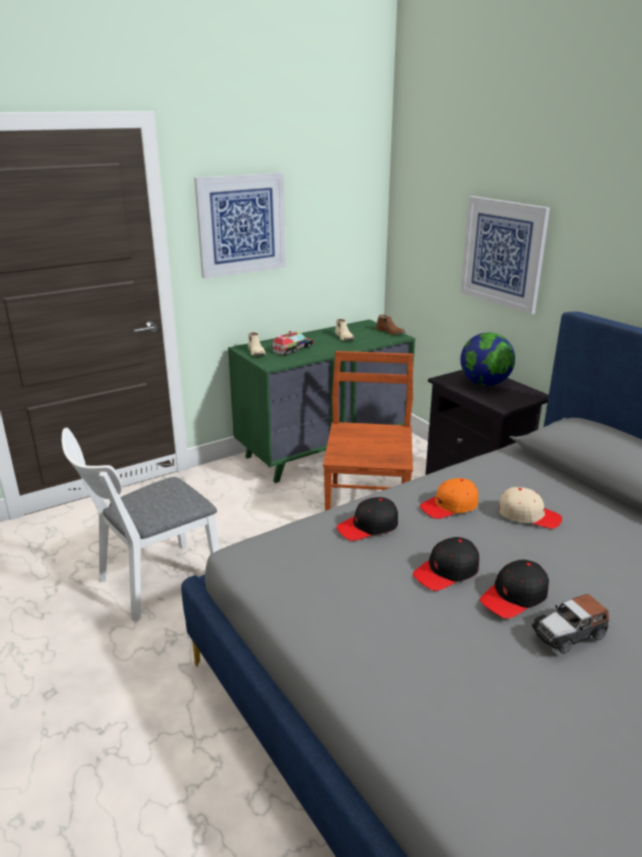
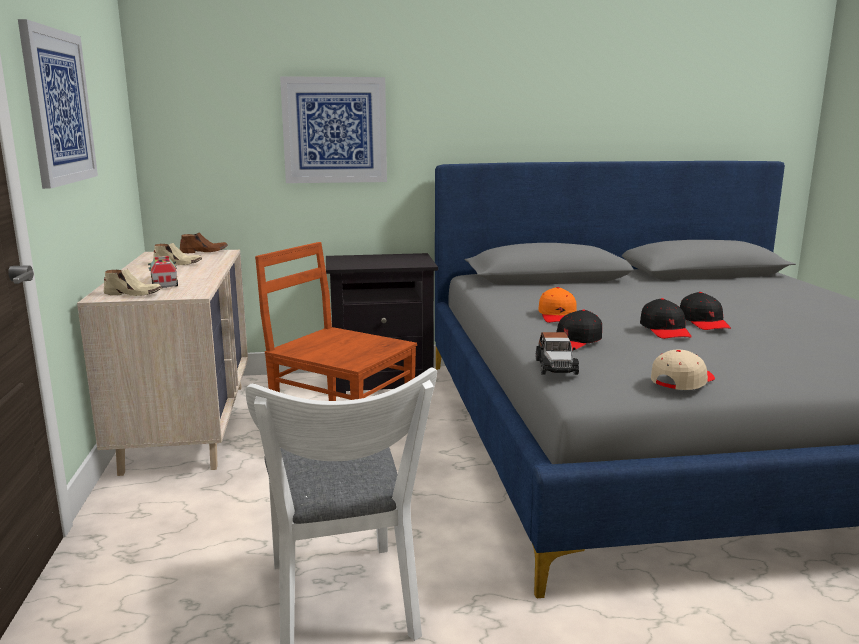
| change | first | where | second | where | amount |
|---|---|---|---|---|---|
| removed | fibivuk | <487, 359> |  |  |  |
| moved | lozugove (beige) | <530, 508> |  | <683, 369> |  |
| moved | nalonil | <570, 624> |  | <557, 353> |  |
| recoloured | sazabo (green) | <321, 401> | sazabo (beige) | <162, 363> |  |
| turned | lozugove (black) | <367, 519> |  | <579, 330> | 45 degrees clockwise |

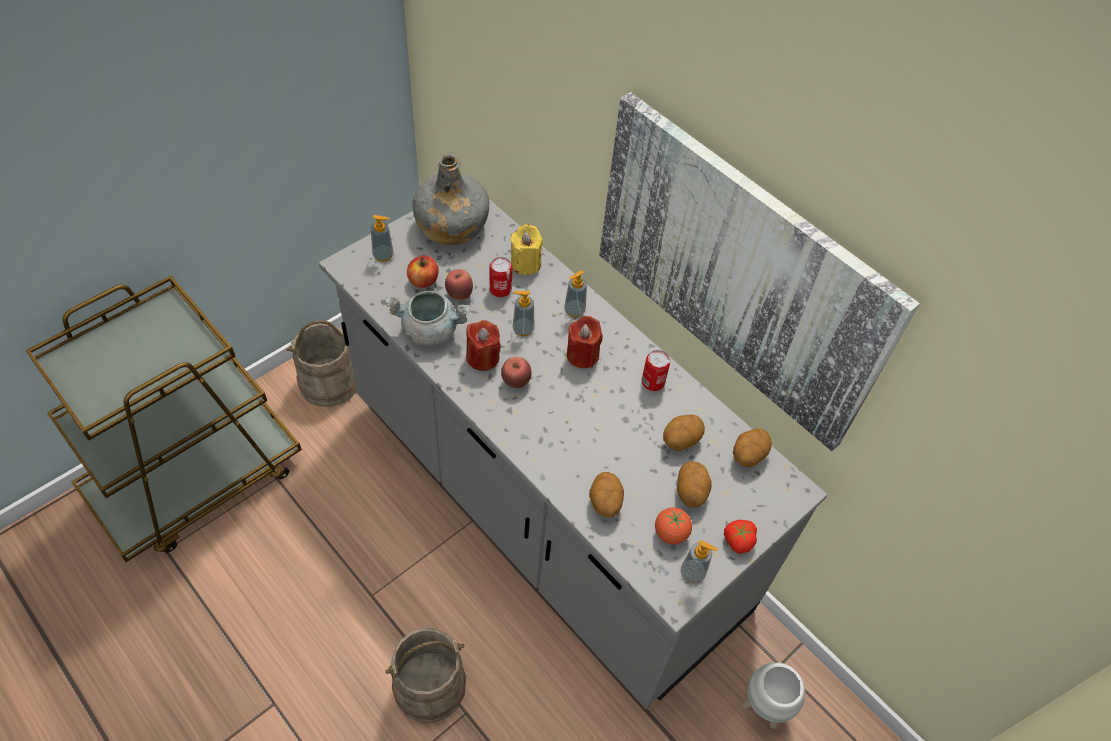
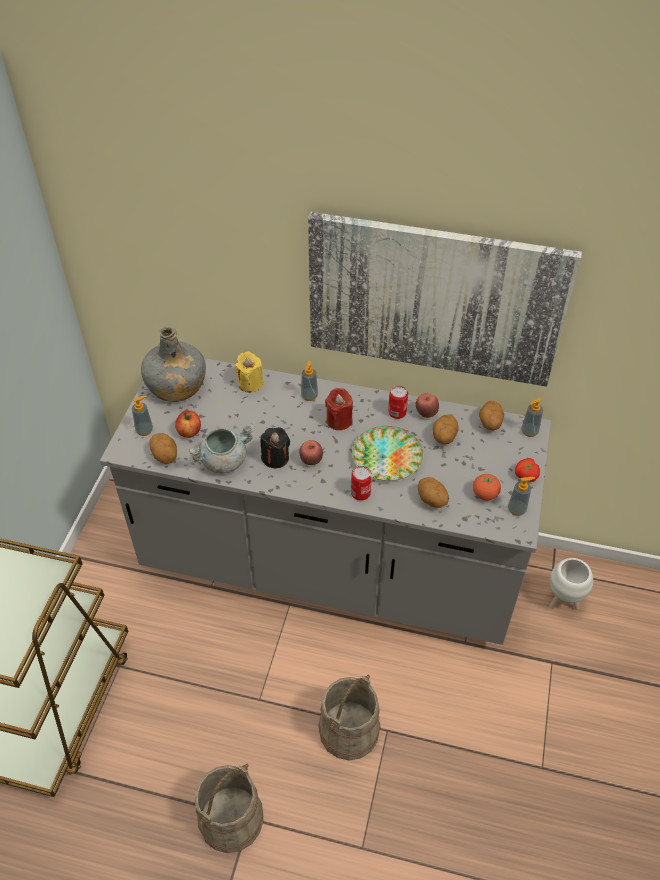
| change | first | where | second | where | amount |
|---|---|---|---|---|---|
| added |  |  | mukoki | <387, 453> |  |
| moved | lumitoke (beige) | <321, 363> |  | <229, 808> |  |
| moved | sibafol | <459, 284> |  | <427, 405> |  |
| moved | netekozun | <500, 277> |  | <361, 483> |  |
| moved | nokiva | <523, 313> |  | <532, 417> |  |
| moved | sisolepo | <694, 484> |  | <163, 448> |  |
| recoloured | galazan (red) | <483, 345> | galazan (black) | <275, 447> |  |

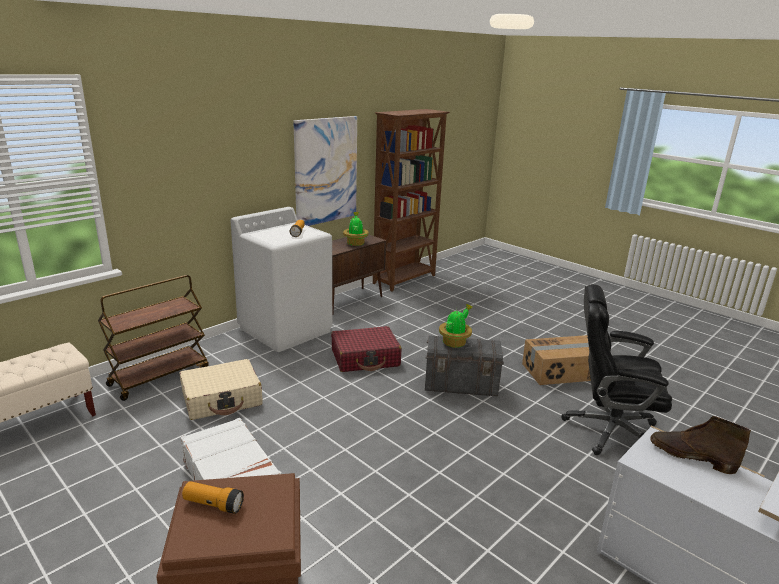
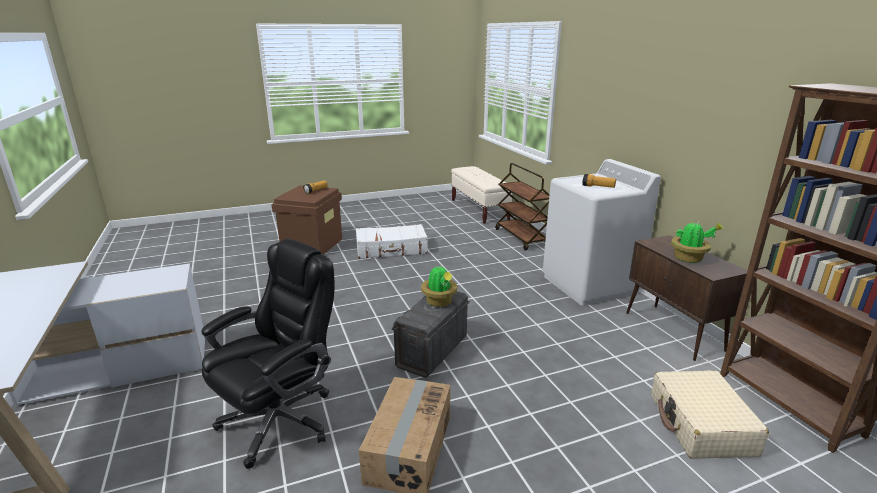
| change | first | where | second | where | amount |
|---|---|---|---|---|---|
| removed | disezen | <325, 171> |  |  |  |
| removed | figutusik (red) | <366, 349> |  |  |  |
| removed | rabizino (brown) | <700, 445> |  |  |  |
| moved | figutusik (beige) | <221, 389> |  | <710, 414> |  |

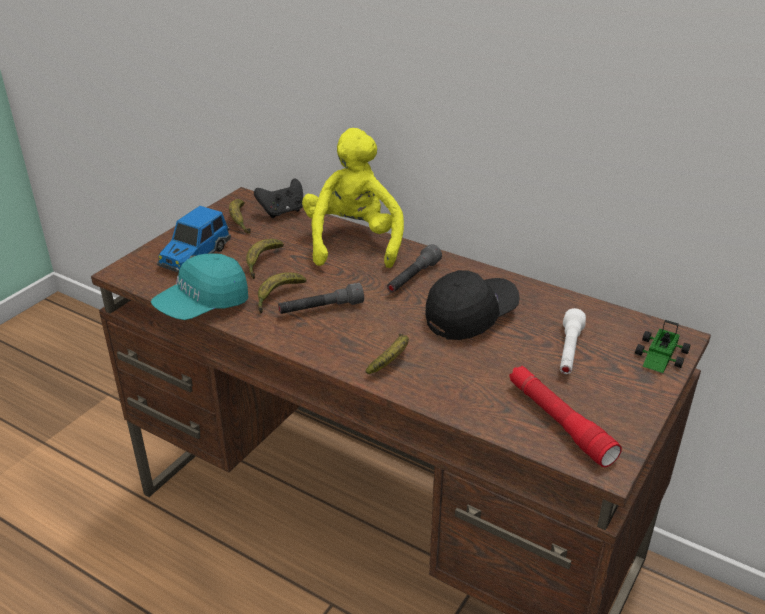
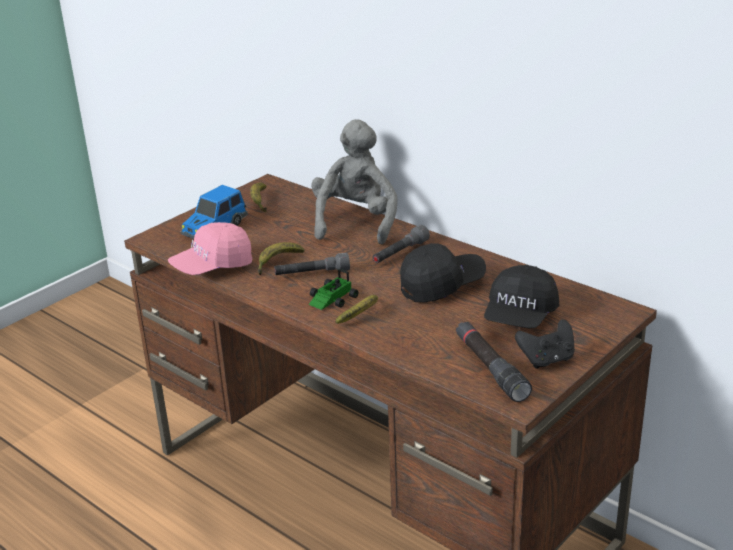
| change | first | where | second | where | amount |
|---|---|---|---|---|---|
| removed | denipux | <265, 259> |  |  |  |
| moved | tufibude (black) | <278, 198> |  | <544, 344> |  |
| moved | nalonil | <663, 346> |  | <334, 289> |  |
| replaced | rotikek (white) | <573, 341> | lozugove (black) | <521, 296> |  |
| recoloured | lozugove (turquoise) | <199, 286> | lozugove (pink) | <210, 248> |  |
| recoloured | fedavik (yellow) | <353, 198> | fedavik (grey) | <354, 181> |  |
| recoloured | rotikek (red) | <565, 416> | rotikek (black) | <494, 361> |  |

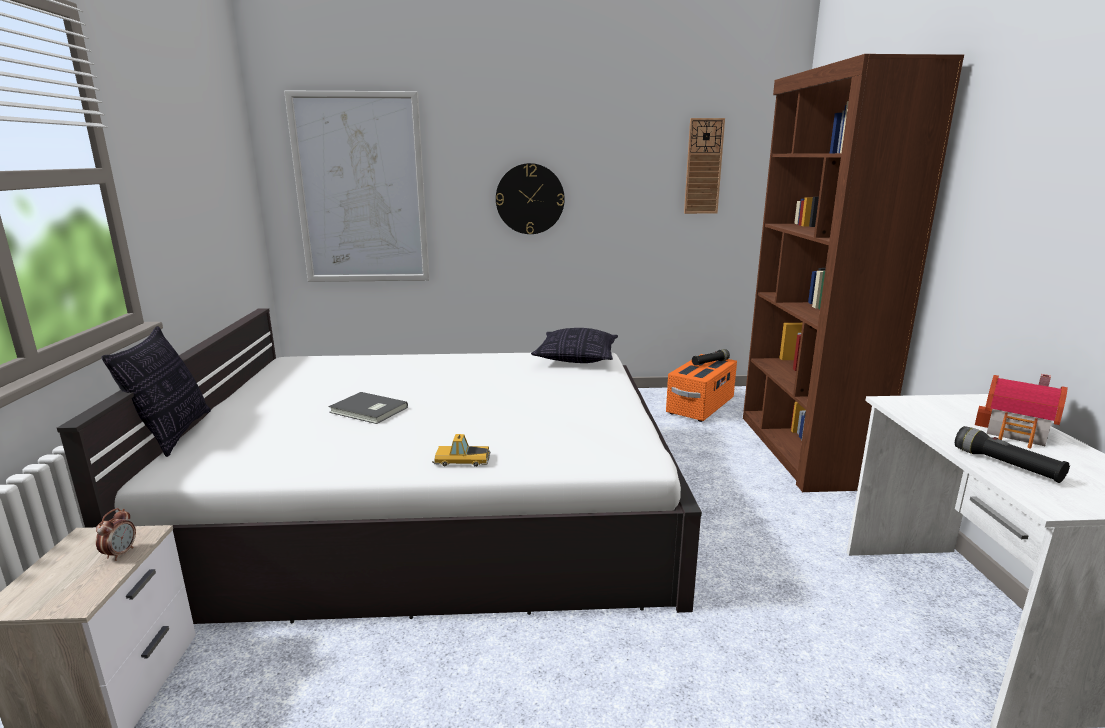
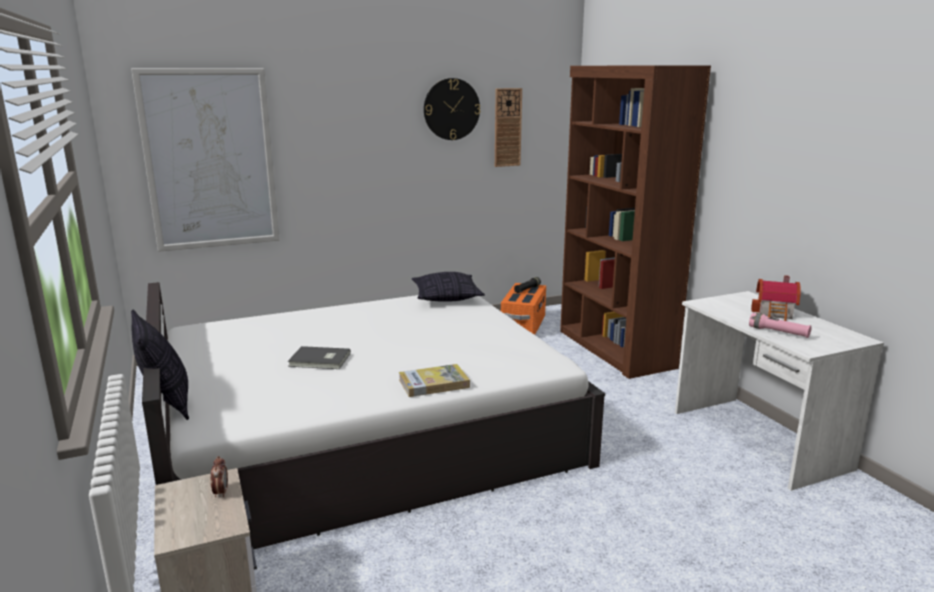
| change | first | where | second | where | amount |
|---|---|---|---|---|---|
| moved | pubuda | <530, 198> |  | <452, 109> |  |
| replaced | nalonil | <461, 450> | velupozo | <434, 380> |  |
| recoloured | rotikek (black) | <1012, 454> | rotikek (pink) | <780, 325> |  |

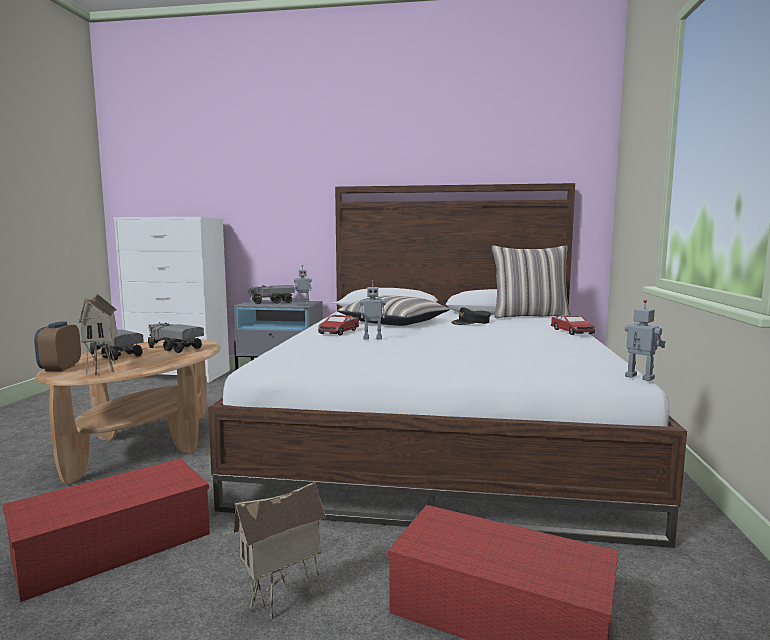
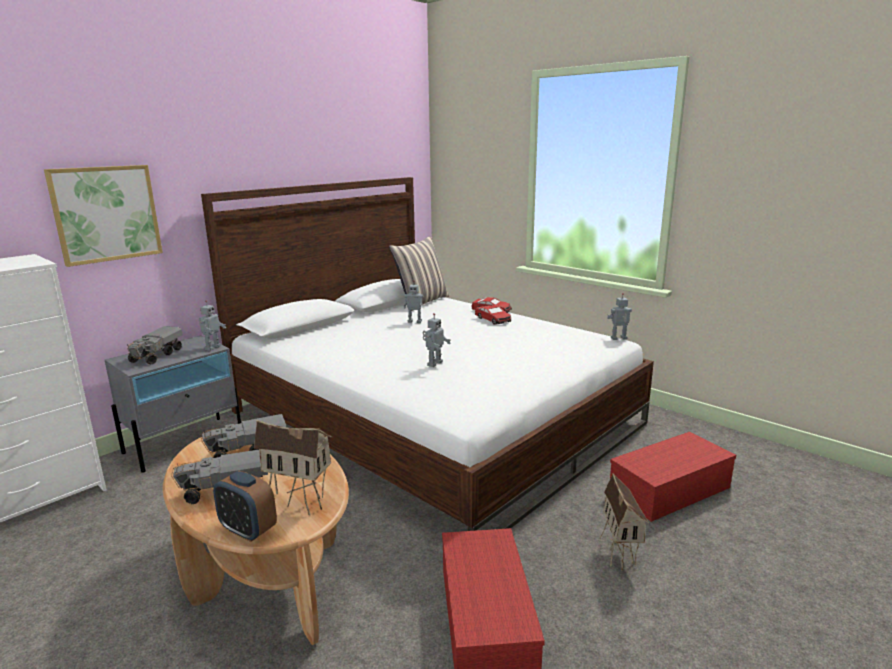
| change | first | where | second | where | amount |
|---|---|---|---|---|---|
| removed | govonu | <393, 310> |  |  |  |
| added |  |  | disezen | <103, 216> |  |
| moved | nalonil | <338, 325> |  | <493, 315> |  |
| replaced | lozugove (black) | <471, 316> | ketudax | <414, 301> |  |

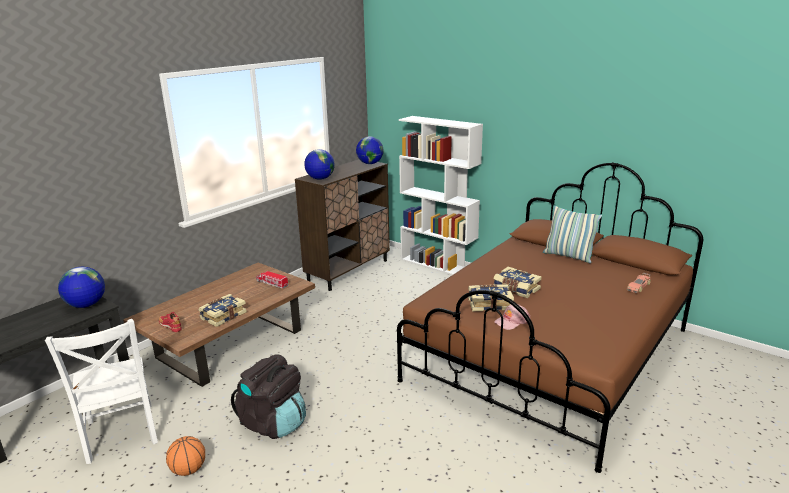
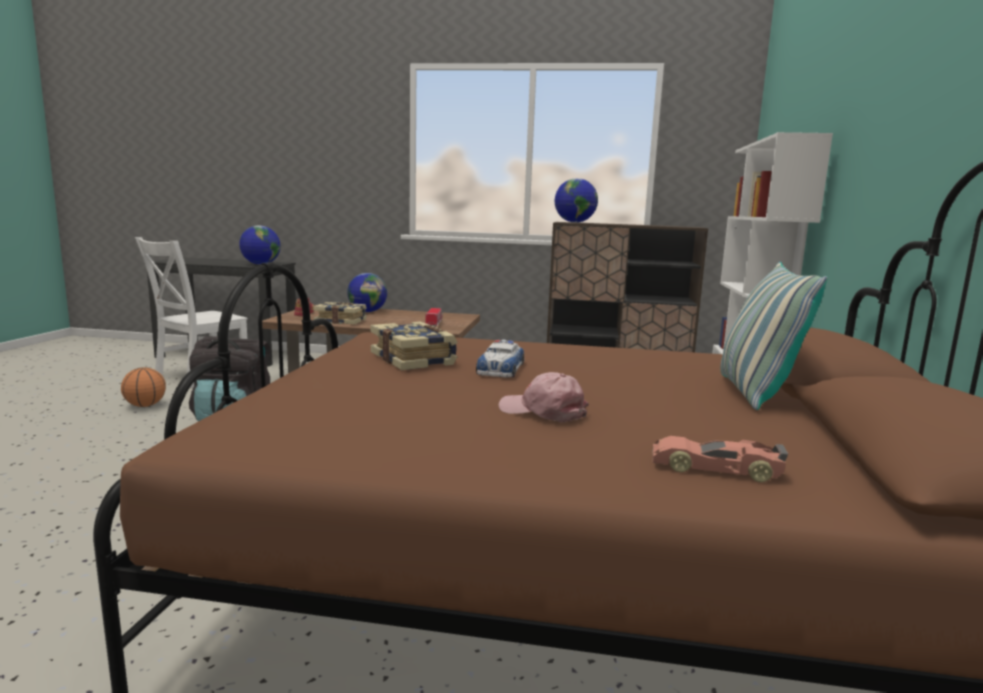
| change | first | where | second | where | amount |
|---|---|---|---|---|---|
| moved | fibivuk | <370, 150> |  | <367, 292> |  |
| moved | lozugove (pink) | <512, 317> |  | <544, 397> |  |
| replaced | velupozo | <517, 282> | nalonil | <500, 359> |  |

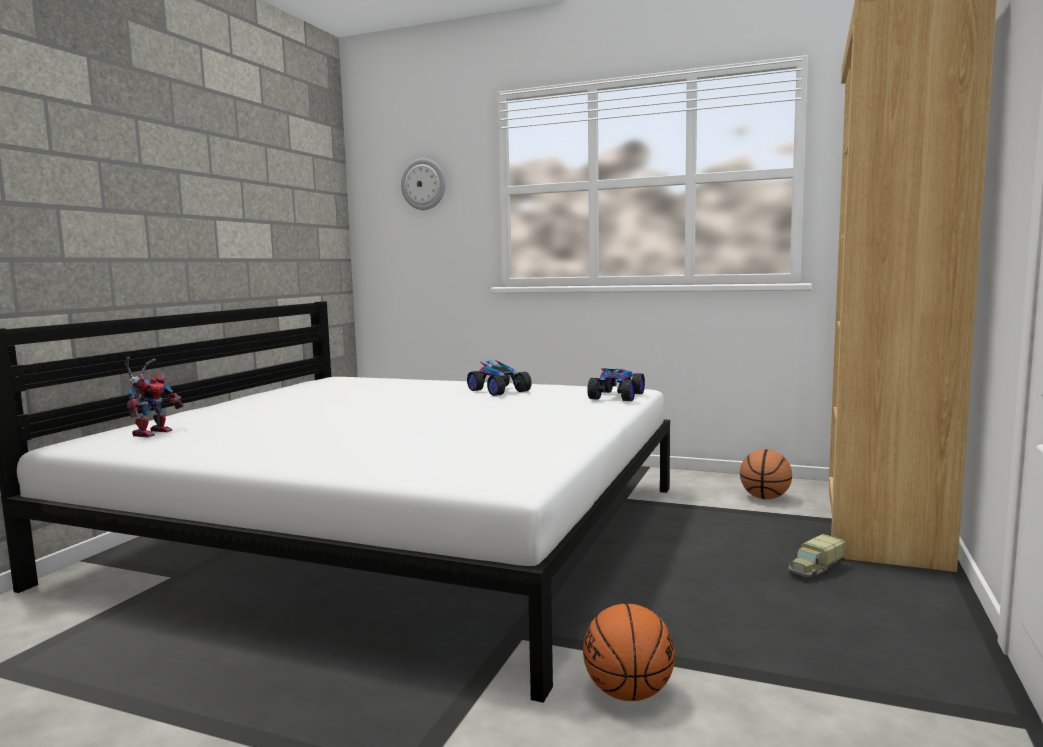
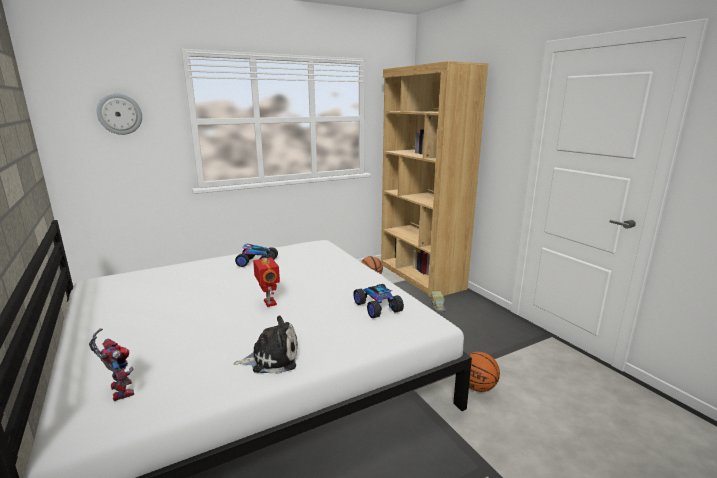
| change | first | where | second | where | amount |
|---|---|---|---|---|---|
| added |  |  | fedavik | <265, 345> |  |
| added |  |  | ketudax | <266, 282> |  |
| moved | nalonil | <616, 384> |  | <378, 301> |  |

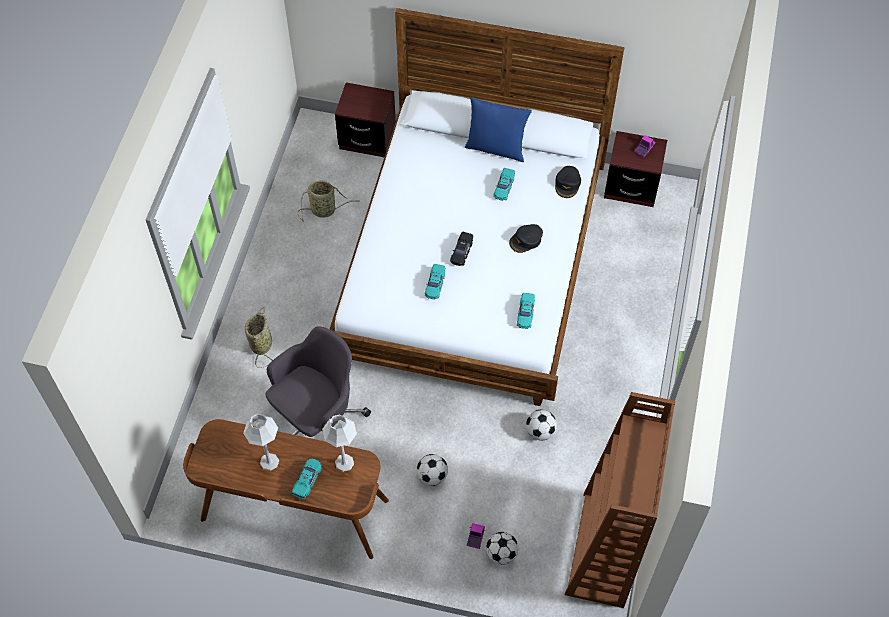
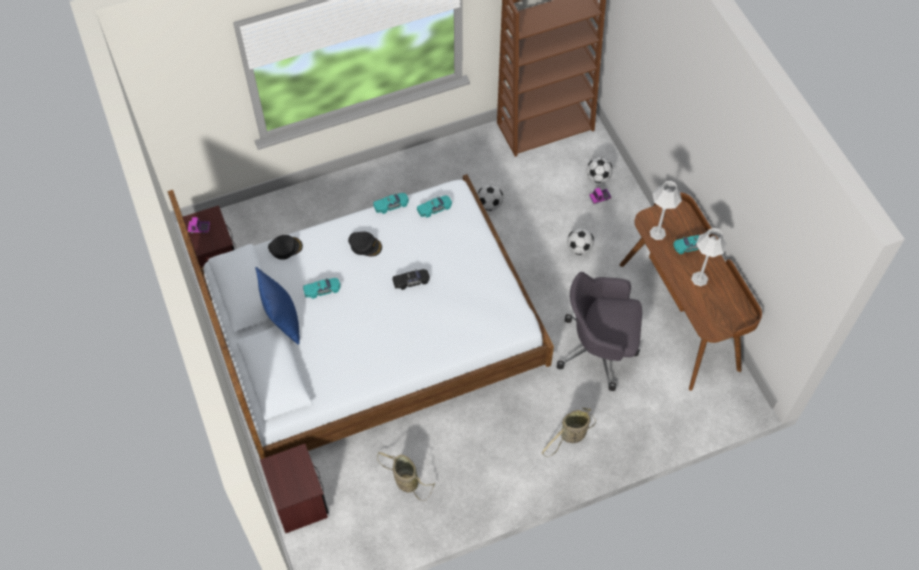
| change | first | where | second | where | amount |
|---|---|---|---|---|---|
| moved | nalonil (turquoise) | <435, 281> |  | <391, 203> |  |

